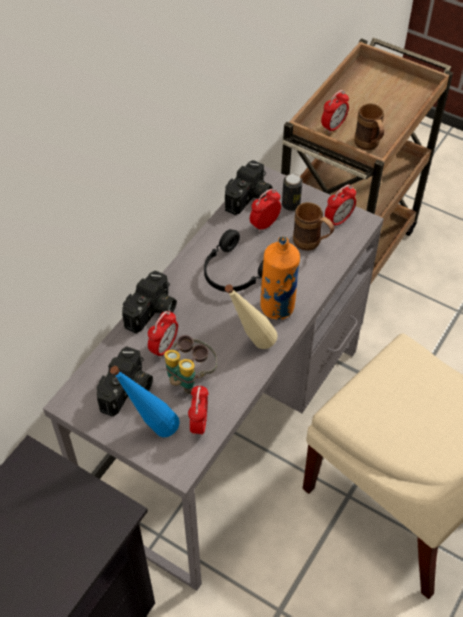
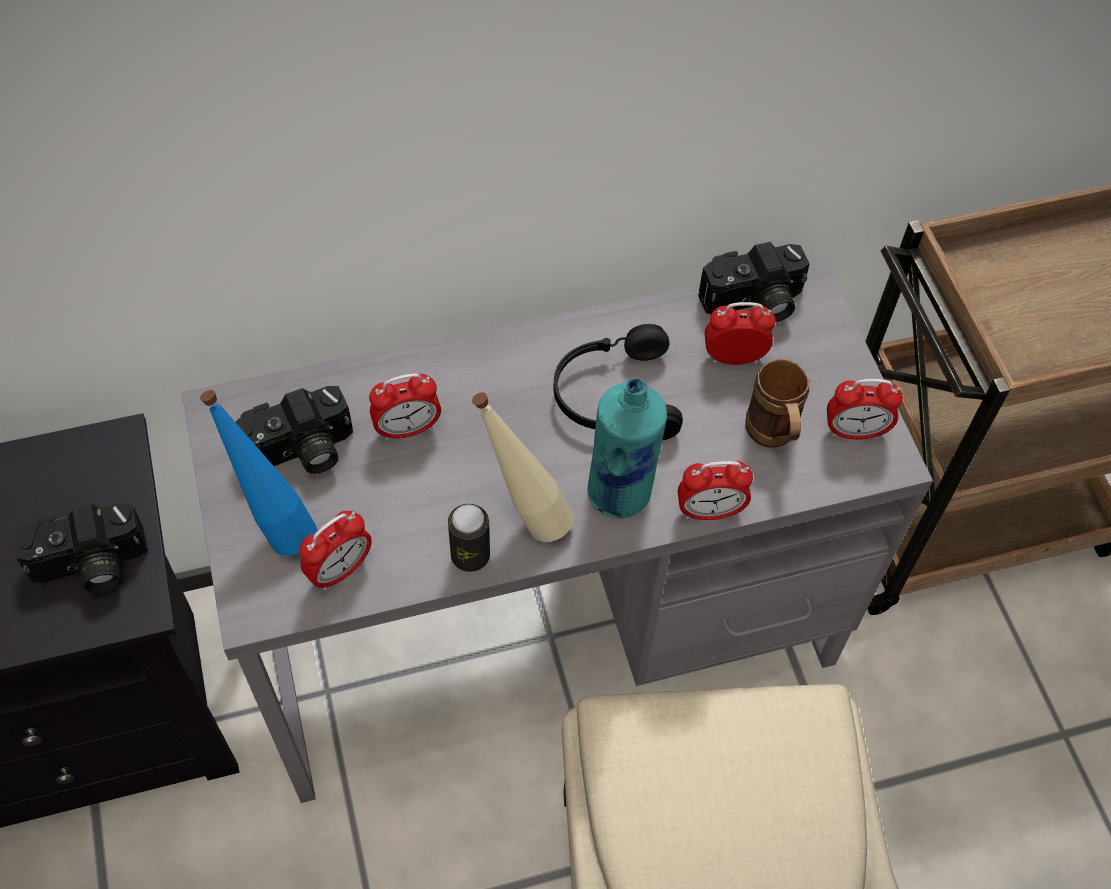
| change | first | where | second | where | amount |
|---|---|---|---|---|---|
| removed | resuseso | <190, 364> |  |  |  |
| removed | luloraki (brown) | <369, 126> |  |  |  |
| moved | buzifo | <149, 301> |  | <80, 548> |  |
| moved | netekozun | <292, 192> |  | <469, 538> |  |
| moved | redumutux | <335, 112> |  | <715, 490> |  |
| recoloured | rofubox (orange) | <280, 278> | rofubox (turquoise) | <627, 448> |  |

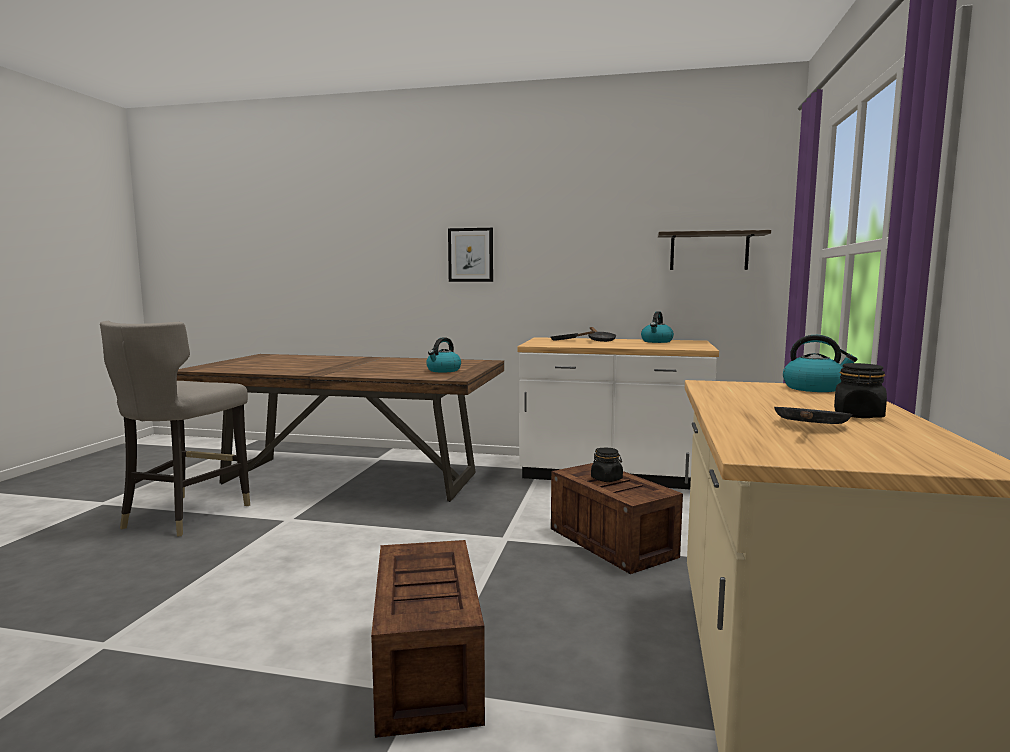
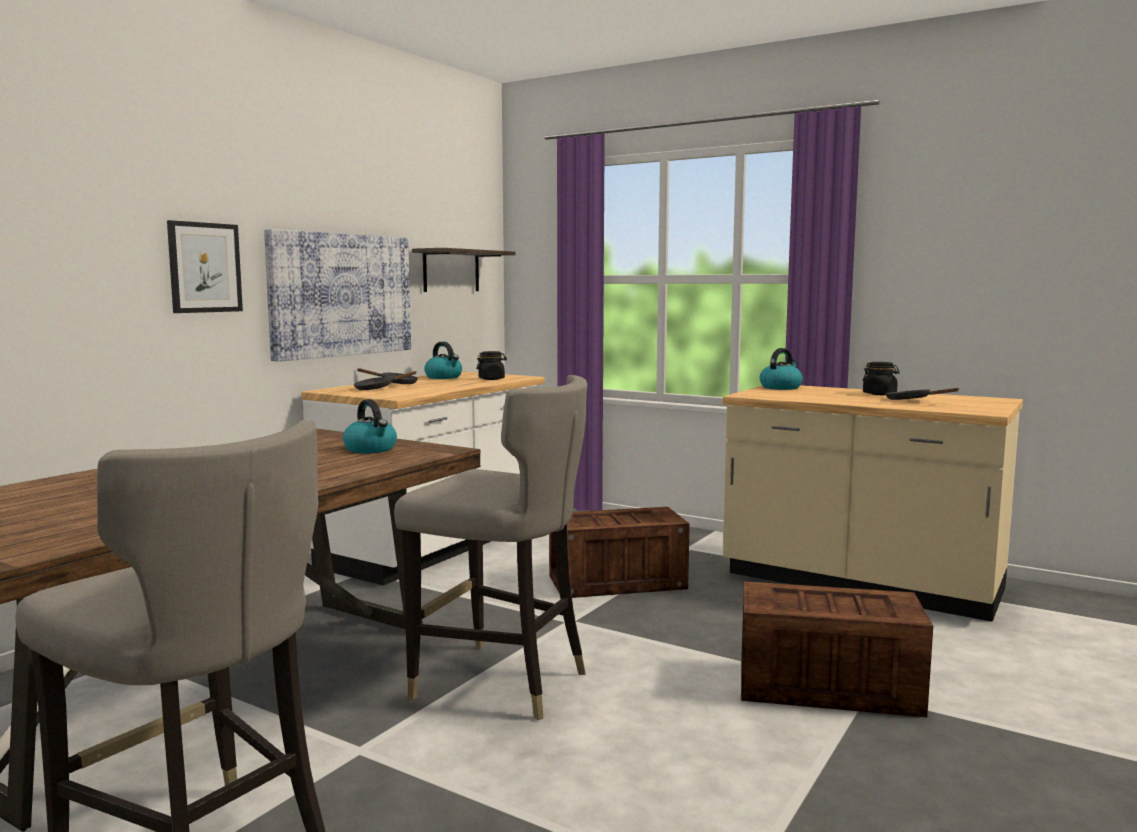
| change | first | where | second | where | amount |
|---|---|---|---|---|---|
| added |  |  | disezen | <337, 295> |  |
| added |  |  | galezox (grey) | <490, 547> |  |
| moved | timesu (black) | <607, 465> |  | <491, 365> |  |

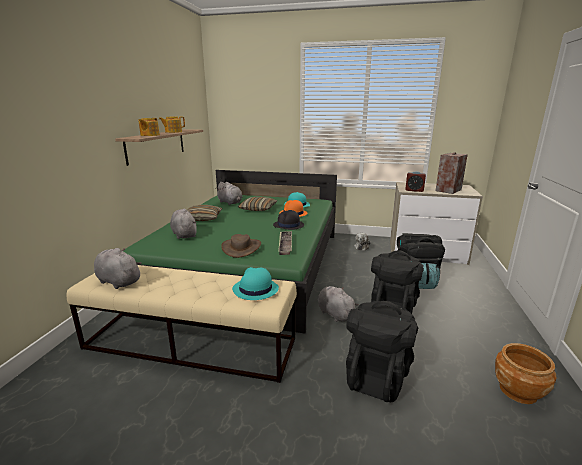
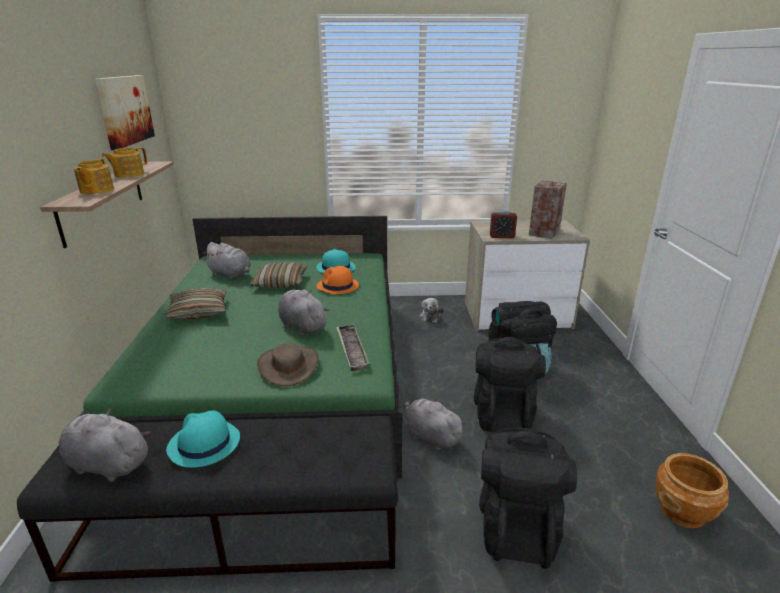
| change | first | where | second | where | amount |
|---|---|---|---|---|---|
| removed | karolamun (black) | <288, 220> |  |  |  |
| added |  |  | disezen | <125, 112> |  |
| moved | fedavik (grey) | <183, 224> |  | <304, 312> |  |
| moved | karolamun (turquoise) | <255, 283> |  | <203, 439> |  |
| recoloured | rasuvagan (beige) | <181, 324> | rasuvagan (black) | <207, 499> |  |

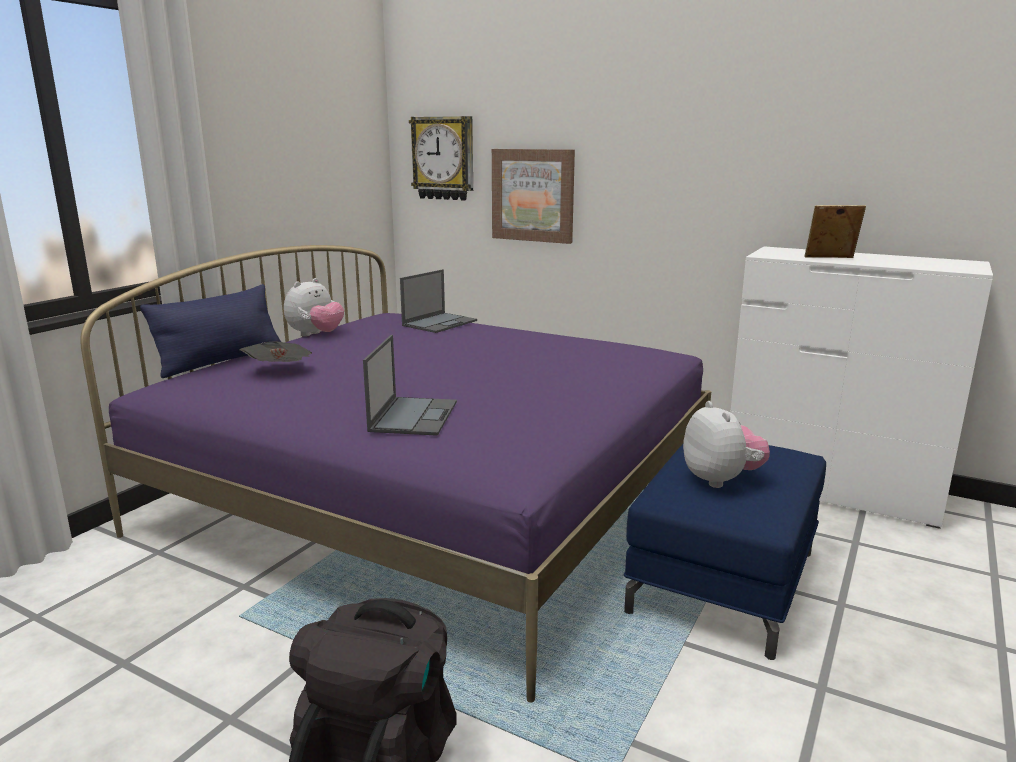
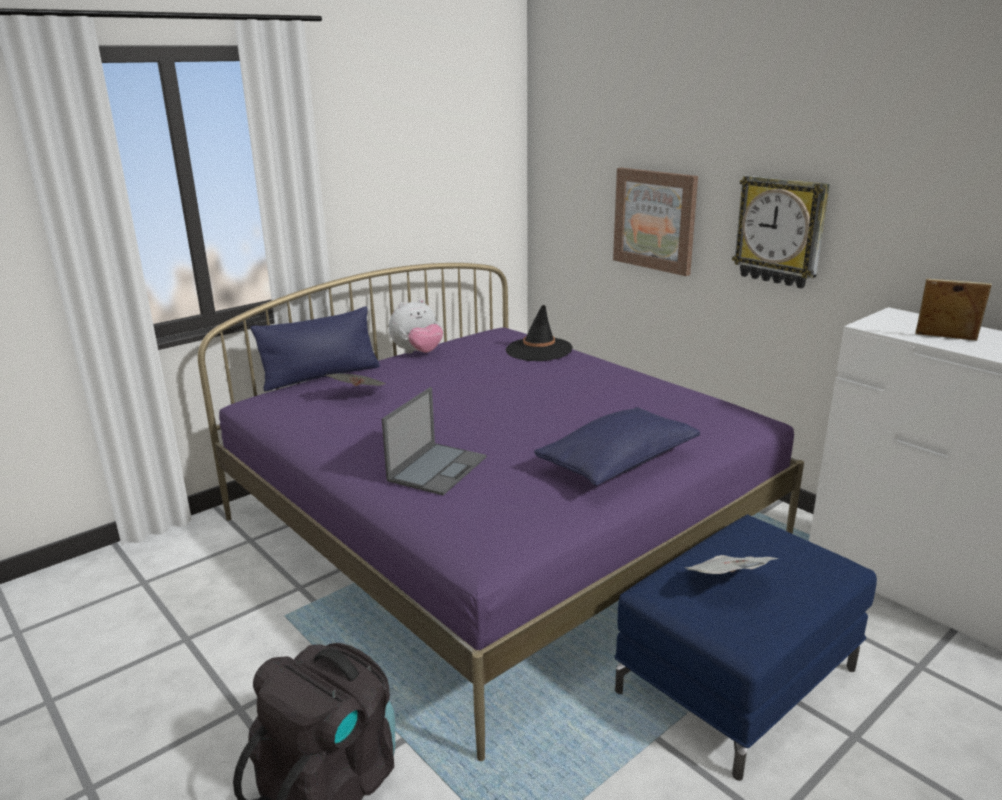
| change | first | where | second | where | amount |
|---|---|---|---|---|---|
| added |  |  | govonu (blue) | <617, 446> |  |
| moved | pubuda | <441, 158> |  | <781, 231> |  |
| replaced | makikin | <438, 301> | karolamun (black) | <539, 333> |  |
| replaced | fedavik | <726, 444> | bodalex | <732, 564> |  |

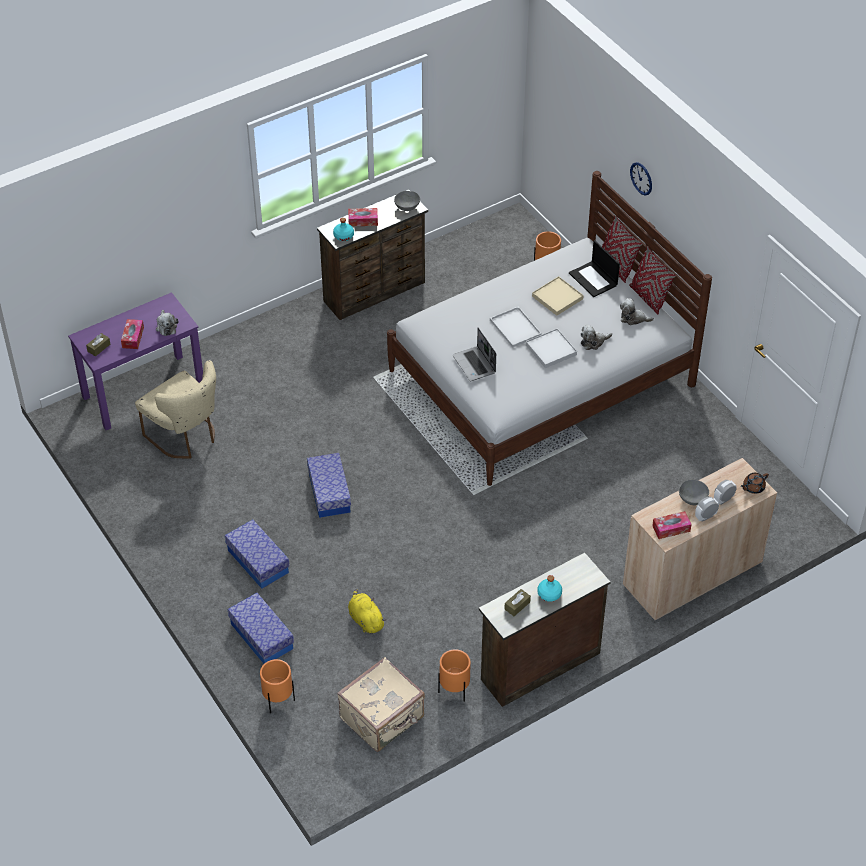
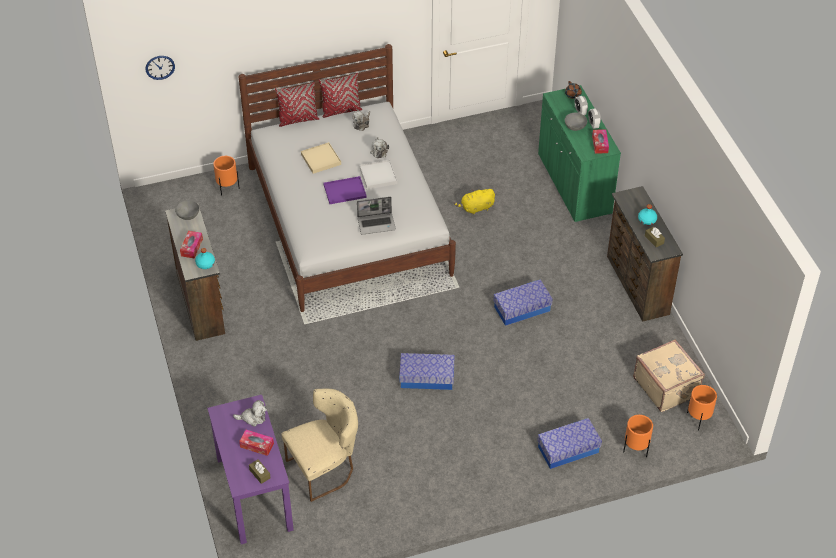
| change | first | where | second | where | amount |
|---|---|---|---|---|---|
| removed | makikin | <594, 268> |  |  |  |
| moved | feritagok | <257, 554> |  | <523, 302> |  |
| moved | fedavik (yellow) | <367, 611> |  | <474, 202> |  |
| moved | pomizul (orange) | <454, 675> |  | <702, 408> |  |
| moved | pubuda | <641, 179> |  | <160, 68> |  |
| recoloured | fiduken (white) | <516, 327> | fiduken (purple) | <345, 190> |  |
| recoloured | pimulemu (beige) | <700, 539> | pimulemu (green) | <579, 154> |  |

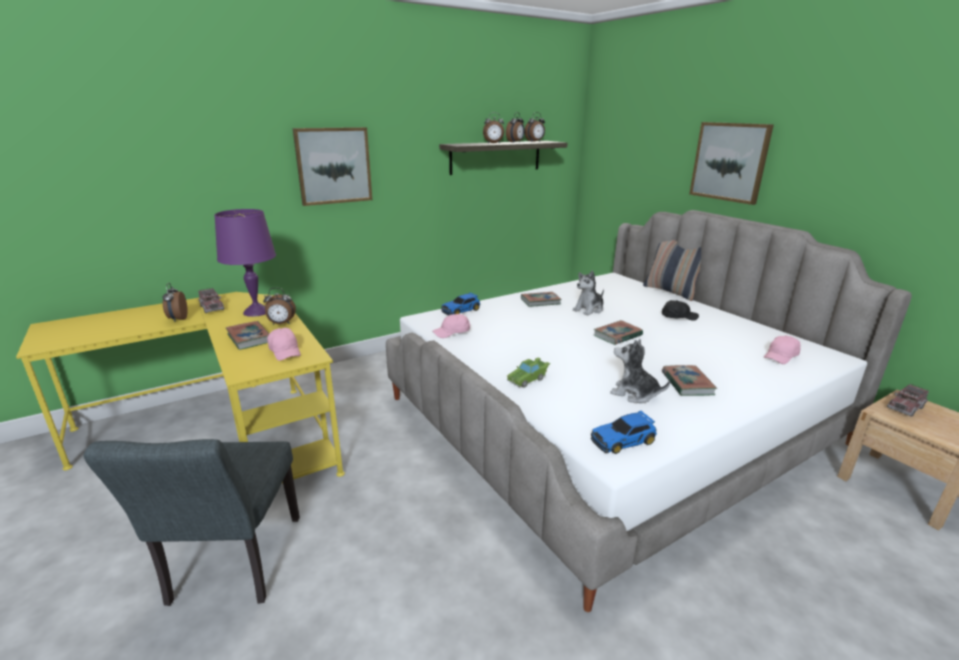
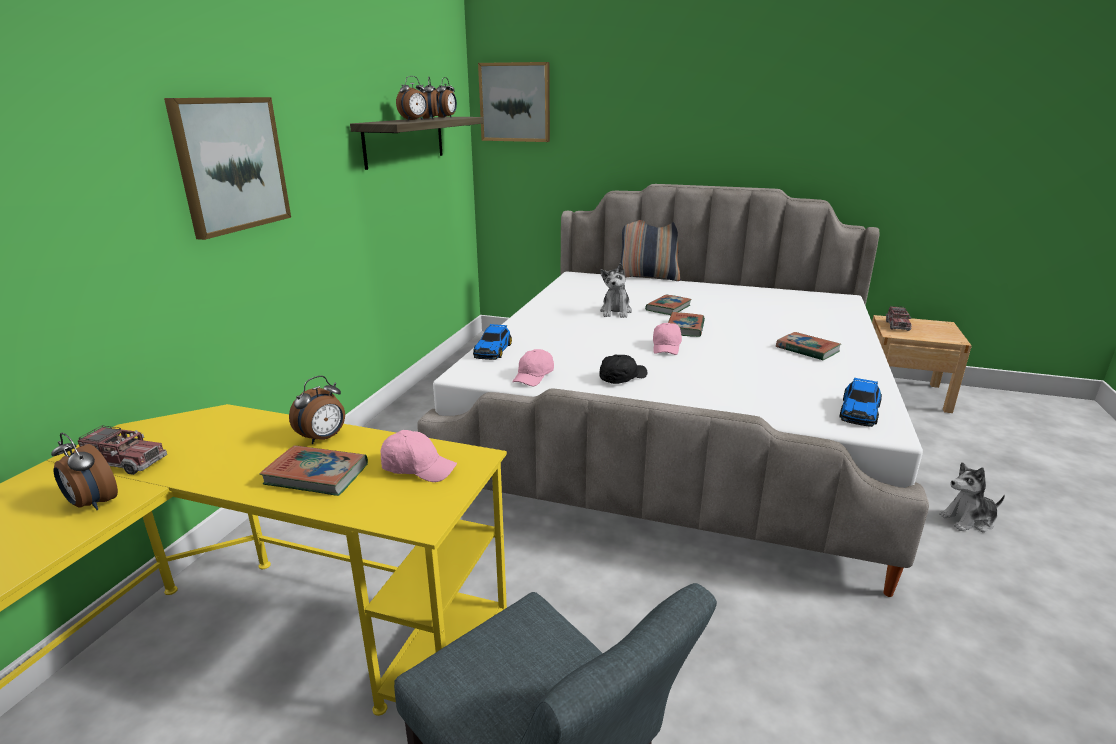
| change | first | where | second | where | amount |
|---|---|---|---|---|---|
| removed | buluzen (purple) | <245, 263> |  |  |  |
| removed | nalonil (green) | <528, 372> |  |  |  |
| moved | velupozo | <541, 299> |  | <668, 305> |  |
| moved | fedavik | <640, 371> |  | <972, 497> |  |
| moved | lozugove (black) | <680, 310> |  | <623, 369> |  |
| moved | disezen | <731, 163> |  | <514, 102> |  |
| moved | lozugove (pink) | <782, 349> |  | <667, 339> |  |

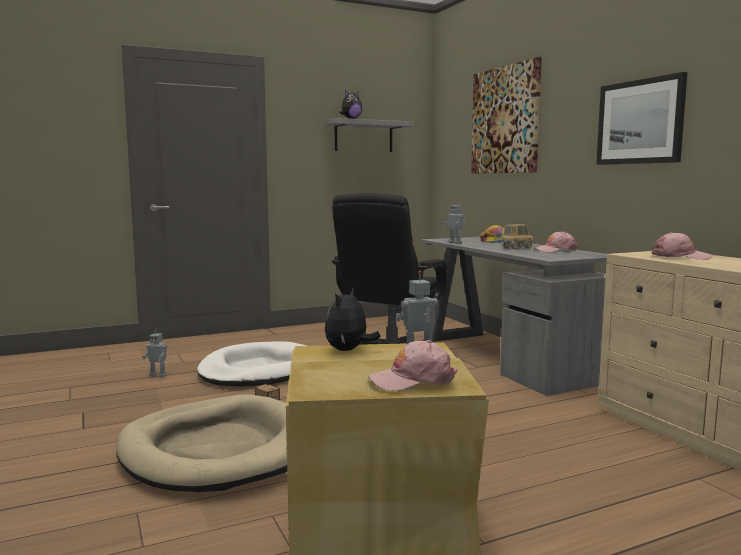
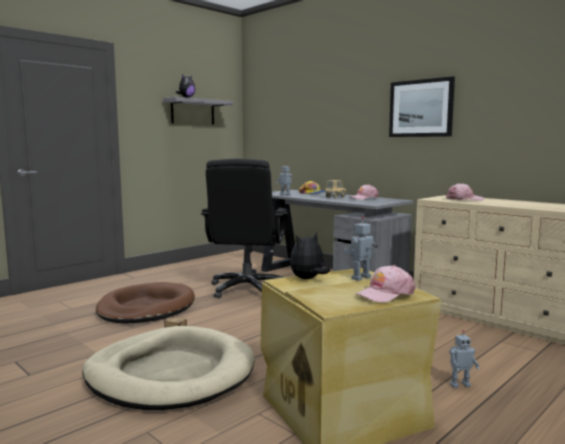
| change | first | where | second | where | amount |
|---|---|---|---|---|---|
| removed | disezen | <506, 115> |  |  |  |
| moved | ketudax | <154, 353> |  | <464, 359> |  |
| recoloured | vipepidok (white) | <251, 363> | vipepidok (brown) | <145, 302> |  |
| turned | fedavik | <353, 319> |  | <310, 255> | 45 degrees clockwise |

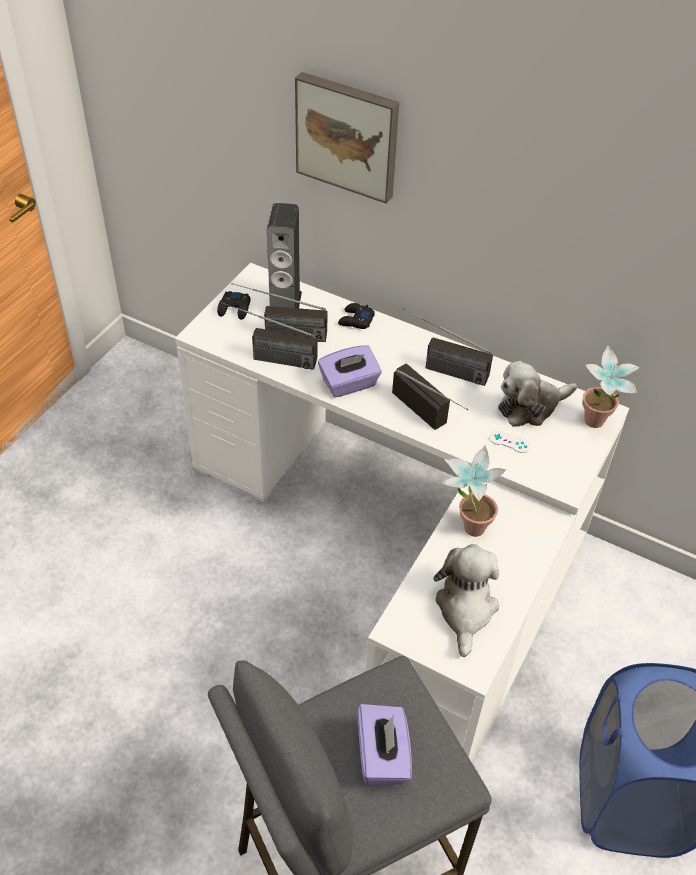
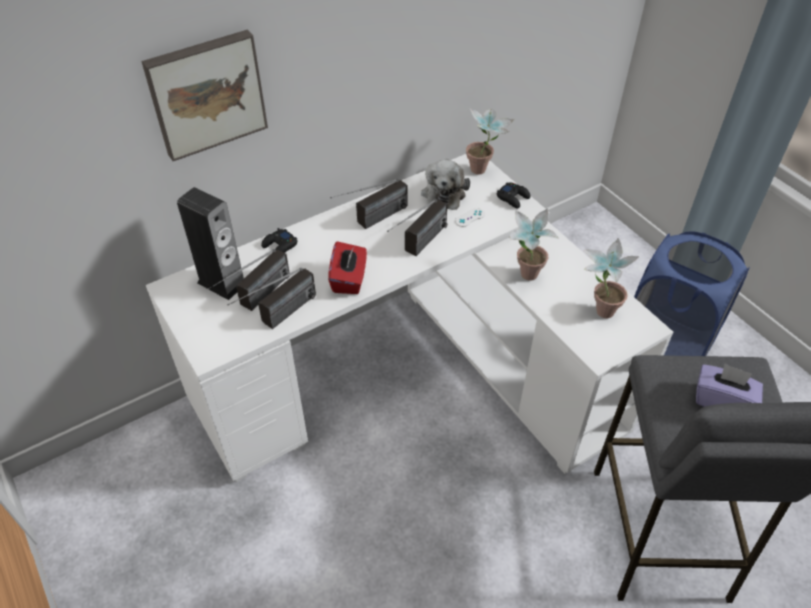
| change | first | where | second | where | amount |
|---|---|---|---|---|---|
| moved | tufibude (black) | <234, 305> |  | <513, 195> |  |
| replaced | fedavik | <466, 600> | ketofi | <611, 278> |  |
| recoloured | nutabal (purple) | <350, 371> | nutabal (red) | <347, 267> |  |
| turned | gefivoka | <430, 396> |  | <417, 227> | 135 degrees clockwise |

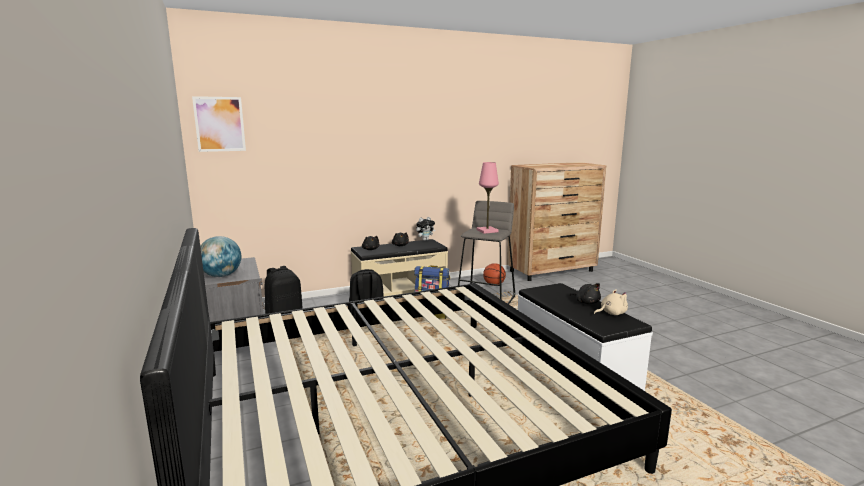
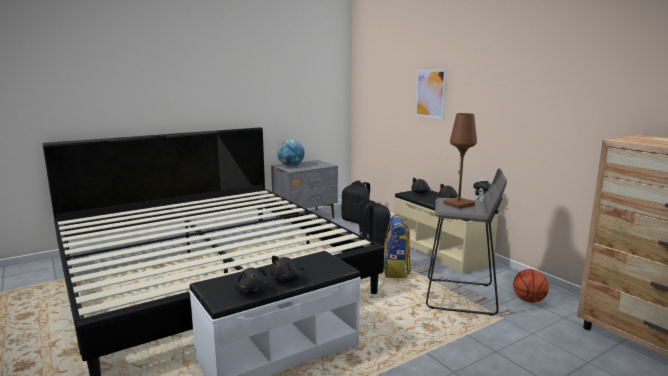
| change | first | where | second | where | amount |
|---|---|---|---|---|---|
| moved | disezen | <219, 124> |  | <431, 94> |  |
| recoloured | buluzen (pink) | <487, 198> | buluzen (brown) | <460, 161> |  |
| recoloured | fedavik (beige) | <611, 302> | fedavik (black) | <251, 281> |  |

